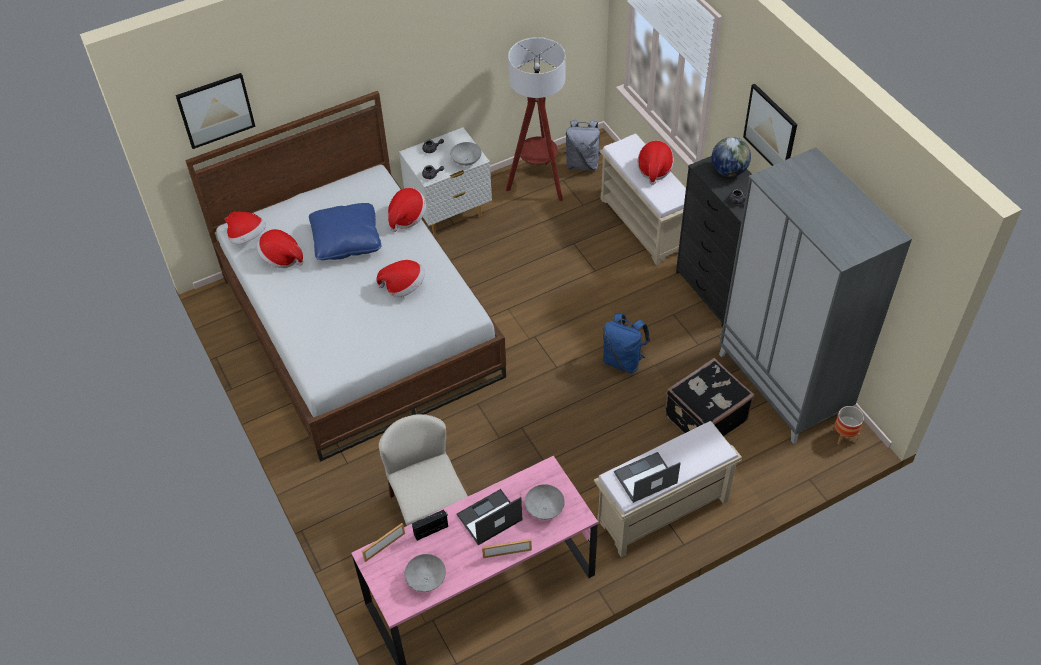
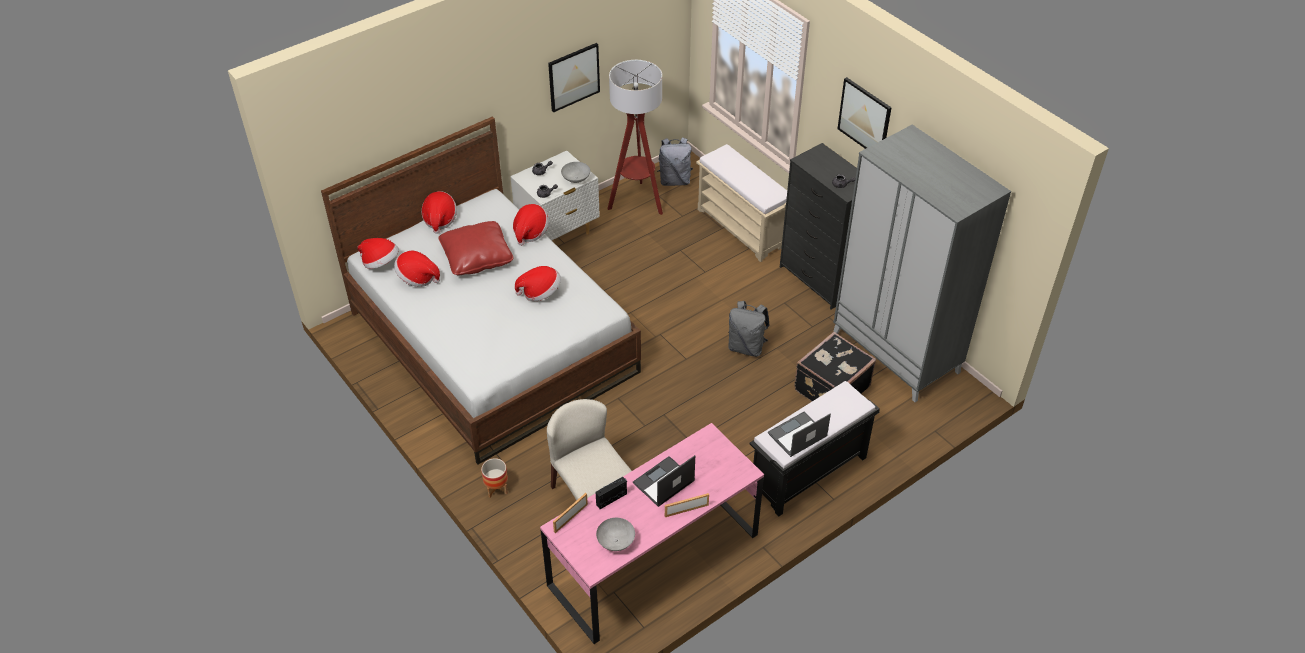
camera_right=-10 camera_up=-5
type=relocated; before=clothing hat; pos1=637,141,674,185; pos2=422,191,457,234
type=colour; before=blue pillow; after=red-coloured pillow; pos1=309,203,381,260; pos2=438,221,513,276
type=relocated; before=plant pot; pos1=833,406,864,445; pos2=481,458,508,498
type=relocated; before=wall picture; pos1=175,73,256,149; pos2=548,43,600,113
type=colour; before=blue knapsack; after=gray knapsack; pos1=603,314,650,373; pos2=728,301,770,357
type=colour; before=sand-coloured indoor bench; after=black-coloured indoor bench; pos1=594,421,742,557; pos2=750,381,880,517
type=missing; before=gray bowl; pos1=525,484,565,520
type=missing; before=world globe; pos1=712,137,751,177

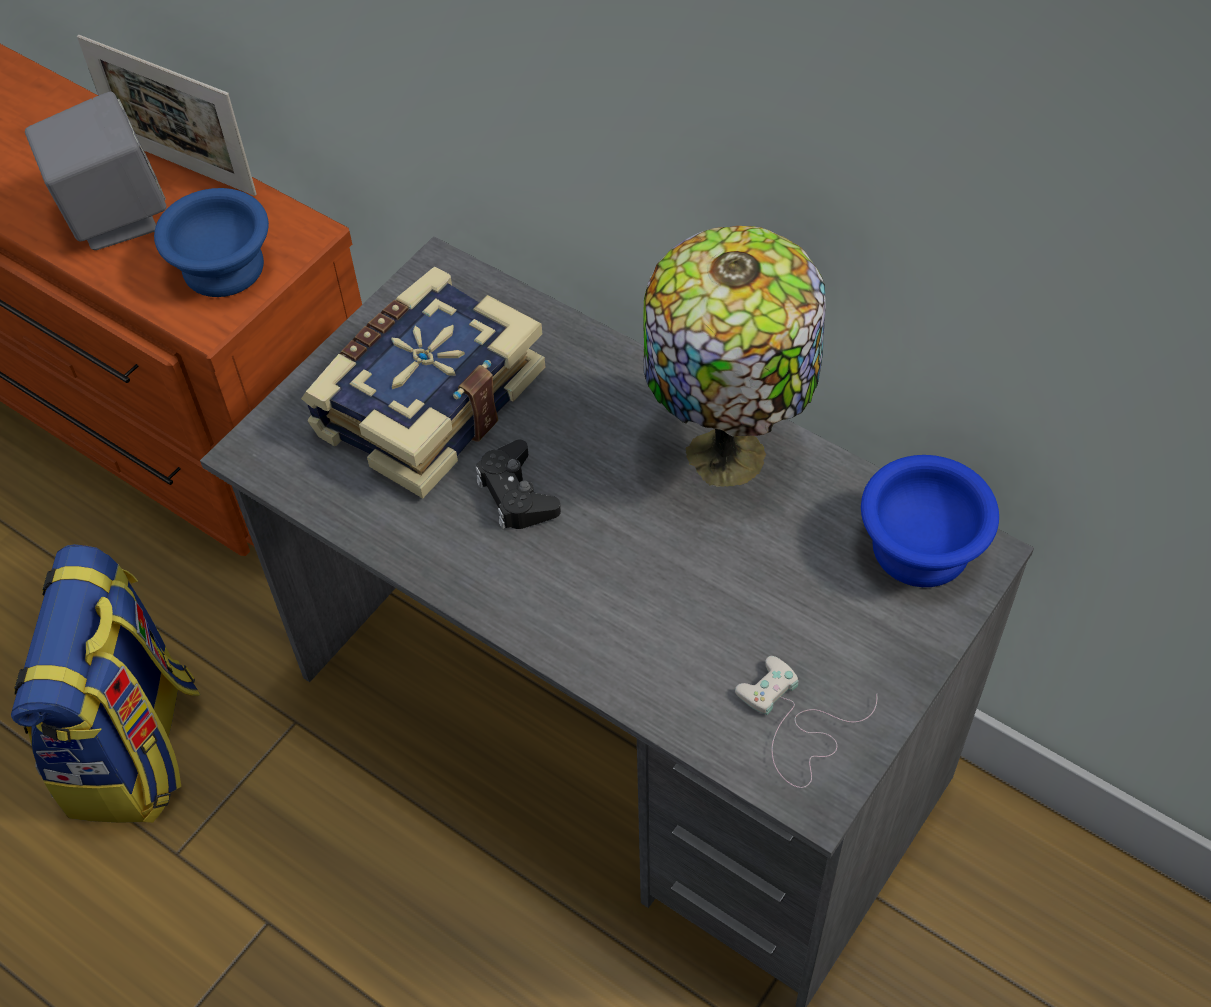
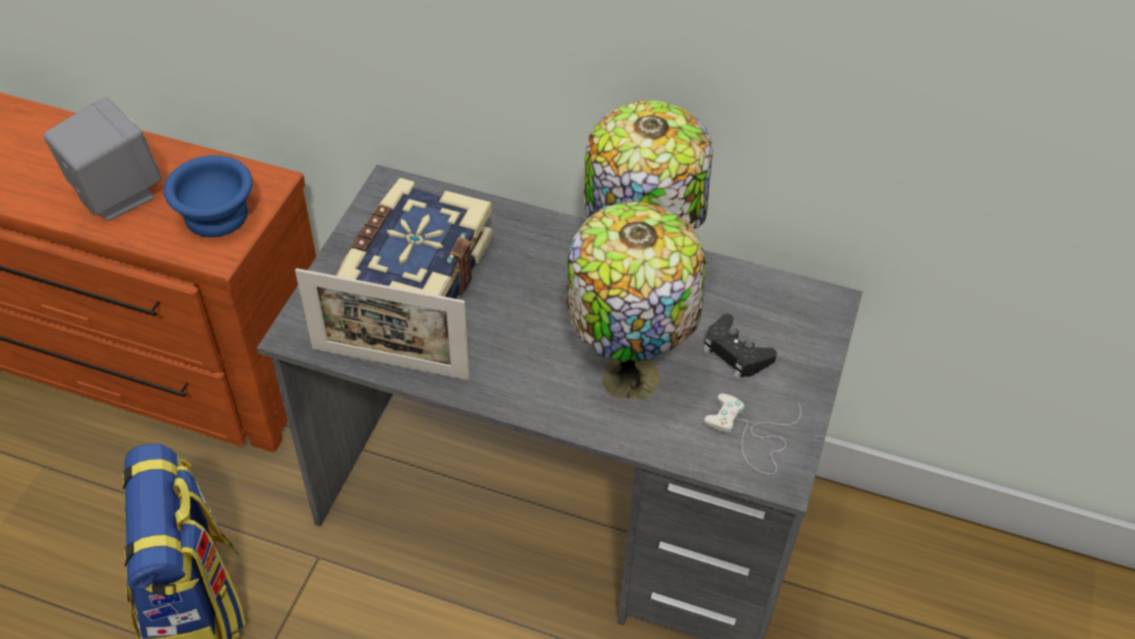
camera_right=-20 camera_up=-5
type=relocated; before=standing frame; pos1=77,35,257,196; pos2=295,268,470,380
type=appeared; after=lamp for a table; pos2=566,201,706,400
type=relocated; before=black-coloured joypad; pos1=476,440,561,529; pos2=703,314,777,379
type=missing; before=blue bowl; pos1=861,455,999,587

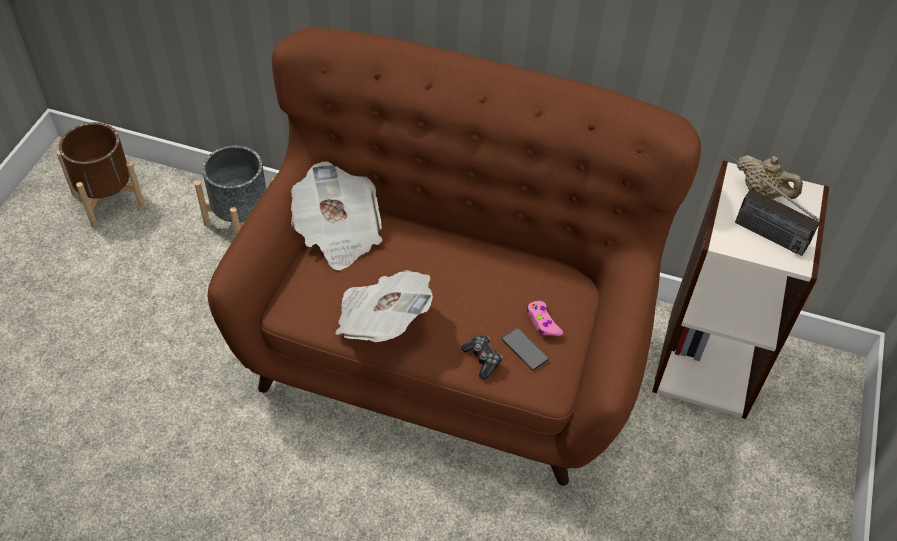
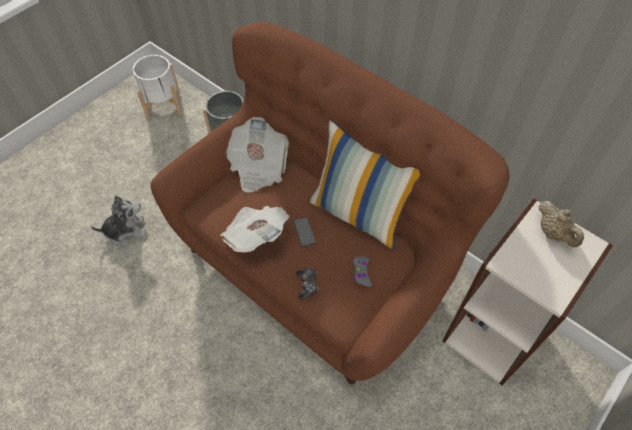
camera_right=25 camera_up=5
type=appeared; after=cuddly toy; pos2=91,196,147,245
type=colour; before=brownish plant pot; after=white plant pot; pos1=56,122,145,228; pos2=133,55,182,120
type=relocated; before=telephone; pos1=502,328,549,370; pos2=293,217,316,247
type=appeared; after=pillow; pos2=310,120,420,249
type=colour; before=pink-coloured joypad; after=gray joypad; pos1=527,301,563,336; pos2=353,256,372,287
type=missing; before=radio set; pos1=721,149,820,256

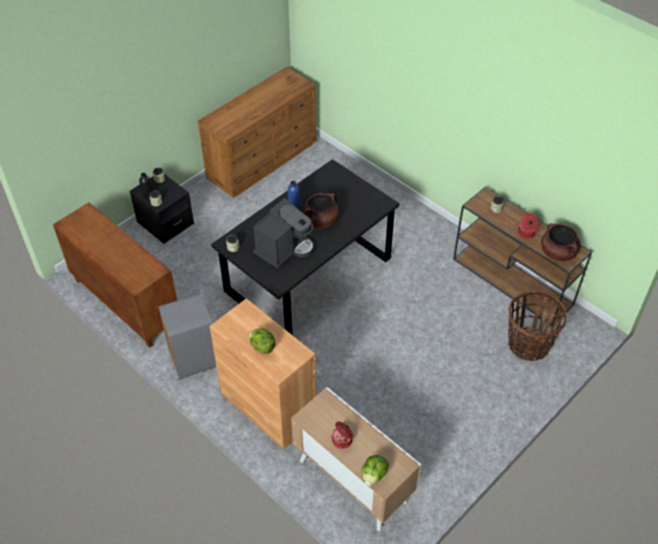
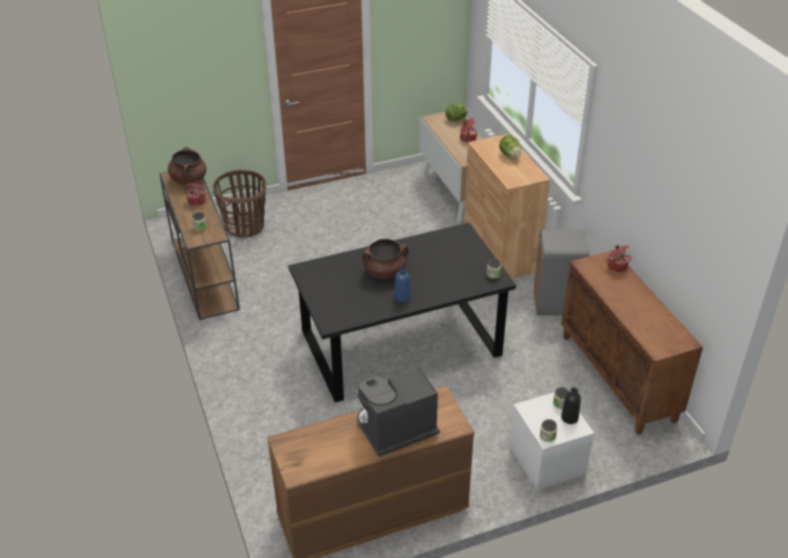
camera_right=-155 camera_up=-10
type=relocated; before=coffee maker; pos1=253,198,314,269; pos2=356,367,440,457
type=colour; before=black-coloured bedside table; after=white bedside table; pos1=130,174,194,244; pos2=509,392,594,491
type=appeared; after=saucepot; pos2=605,245,632,272

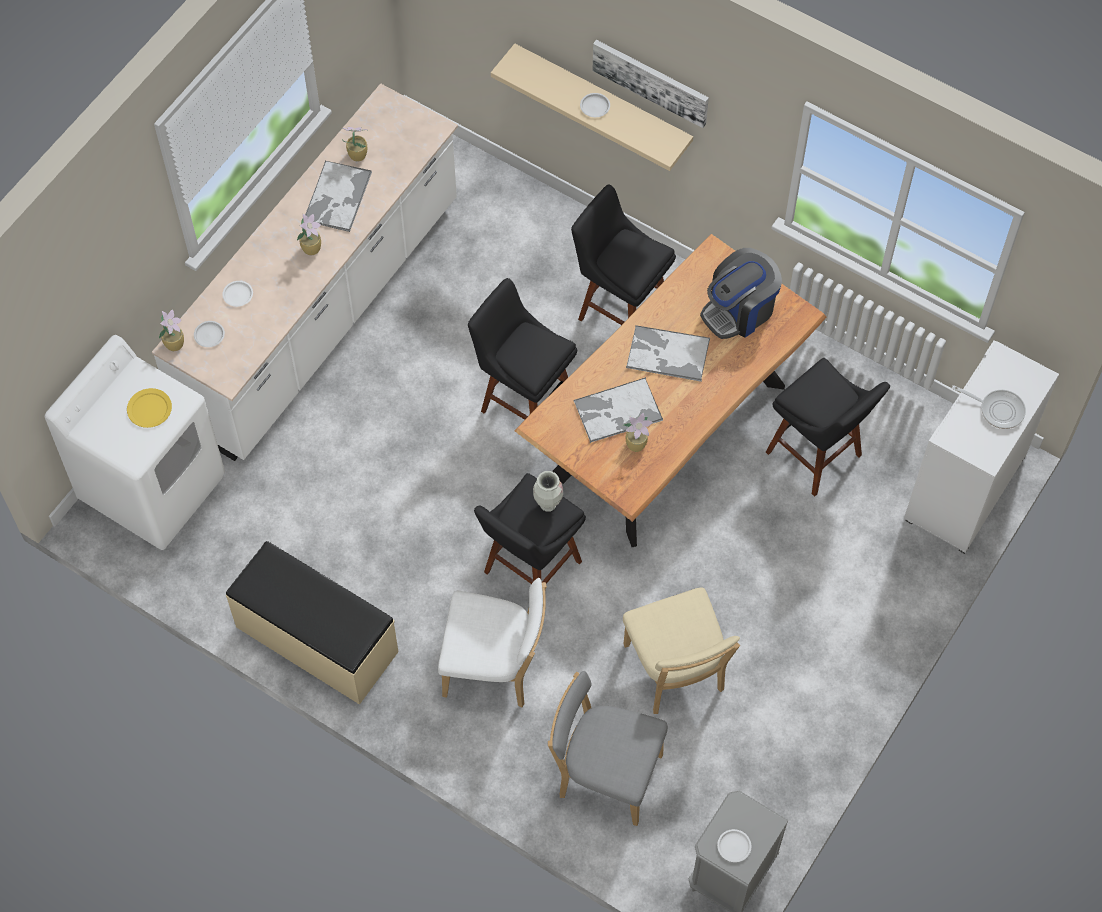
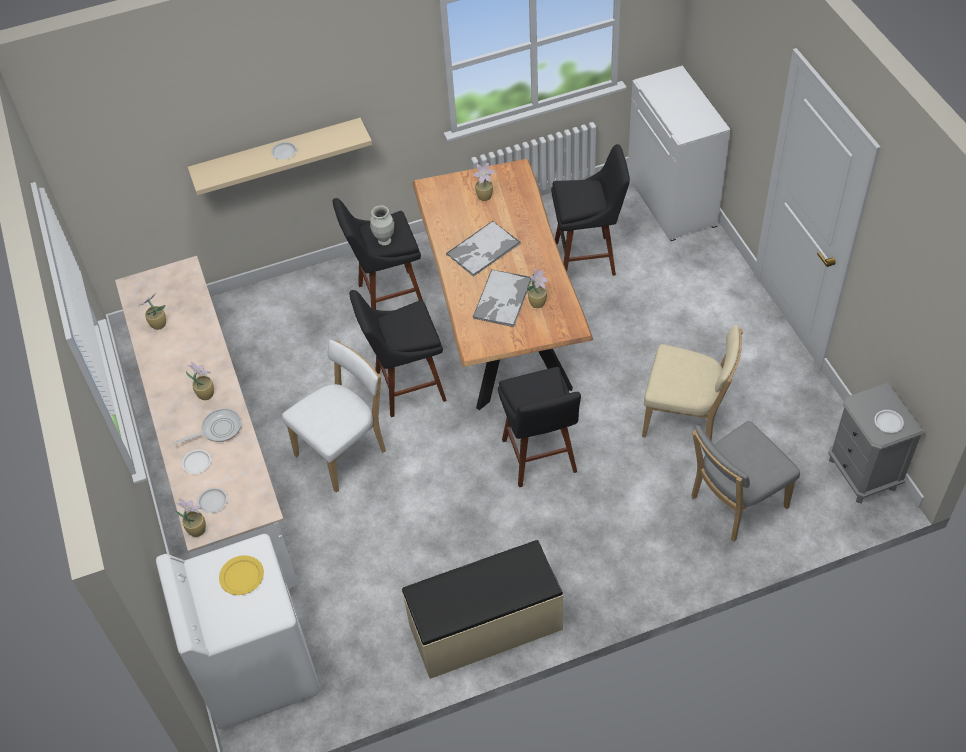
camera_right=-50 camera_up=-10
type=relocated; before=skillet; pos1=952,385,1026,429; pos2=173,408,242,445
type=relocated; before=white plain chair; pos1=438,578,547,707; pos2=282,340,386,493
type=relocated; before=decorative vase; pos1=533,471,563,512; pos2=370,206,394,246
type=exchanged; before=coffee maker; after=plant in a pot; pos1=700,248,782,339; pos2=473,163,495,201
type=missing; before=serving tray; pos1=305,160,372,232
type=missing; before=wall picture; pos1=592,40,709,128

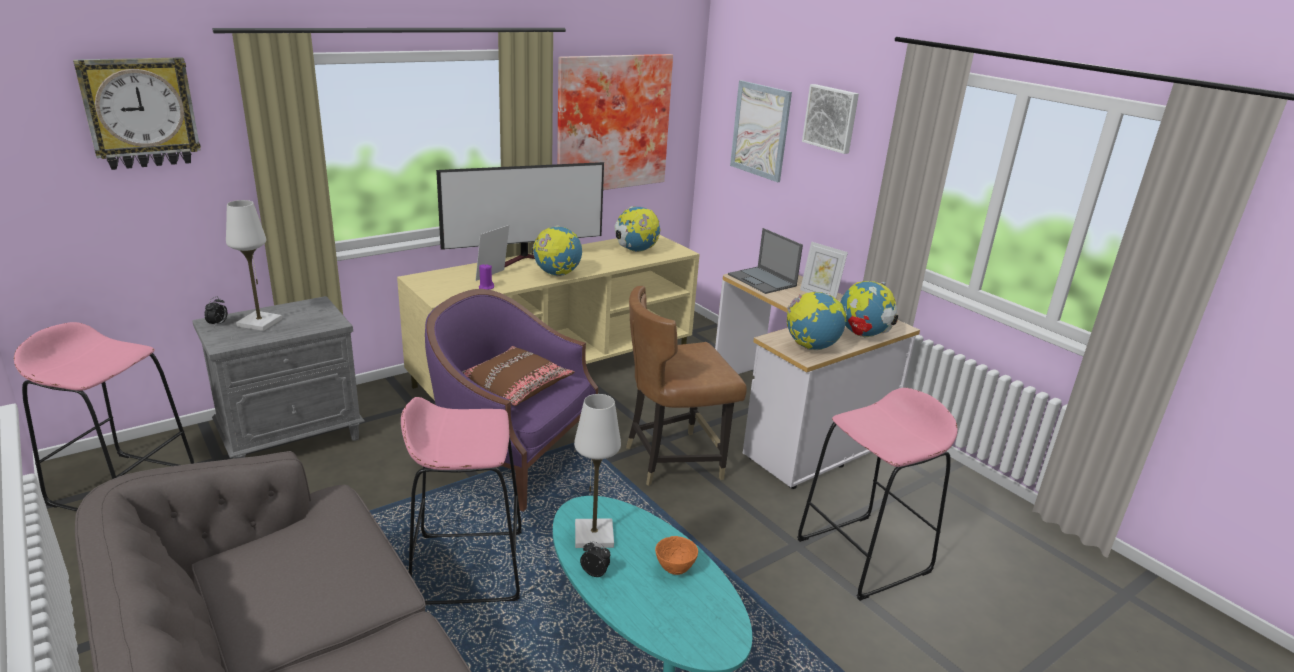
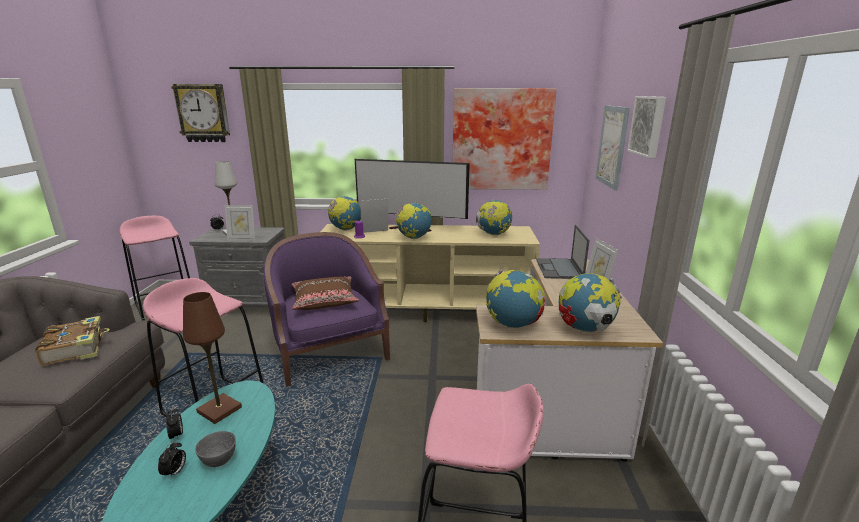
camera_right=40 camera_up=-5
type=appeared; after=book; pos2=35,316,110,366
type=appeared; after=table clock; pos2=158,441,186,478
type=colour; before=white lamp for a table; after=brownish lamp for a table; pos1=574,394,621,548; pos2=183,292,242,424
type=colour; before=orangey bowl; after=gray bowl; pos1=655,536,698,575; pos2=195,431,236,467
type=appeared; after=standing frame; pos2=225,205,255,241
type=appeared; after=world globe; pos2=328,196,361,231
type=missing; before=brownish plain chair; pos1=626,286,747,486

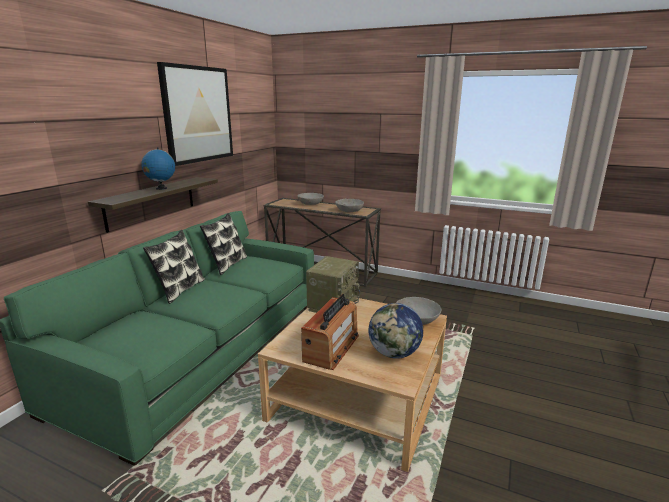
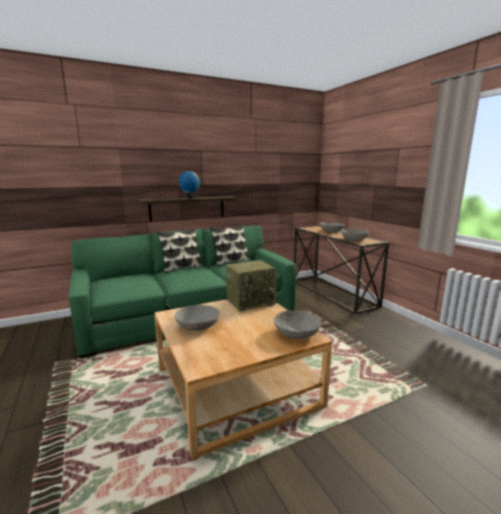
camera_right=40 camera_up=-5
type=exchanged; before=radio set; after=gray bowl; pos1=301,294,359,370; pos2=175,305,220,331
type=missing; before=wall picture; pos1=157,62,233,166
type=missing; before=world globe; pos1=369,303,424,359

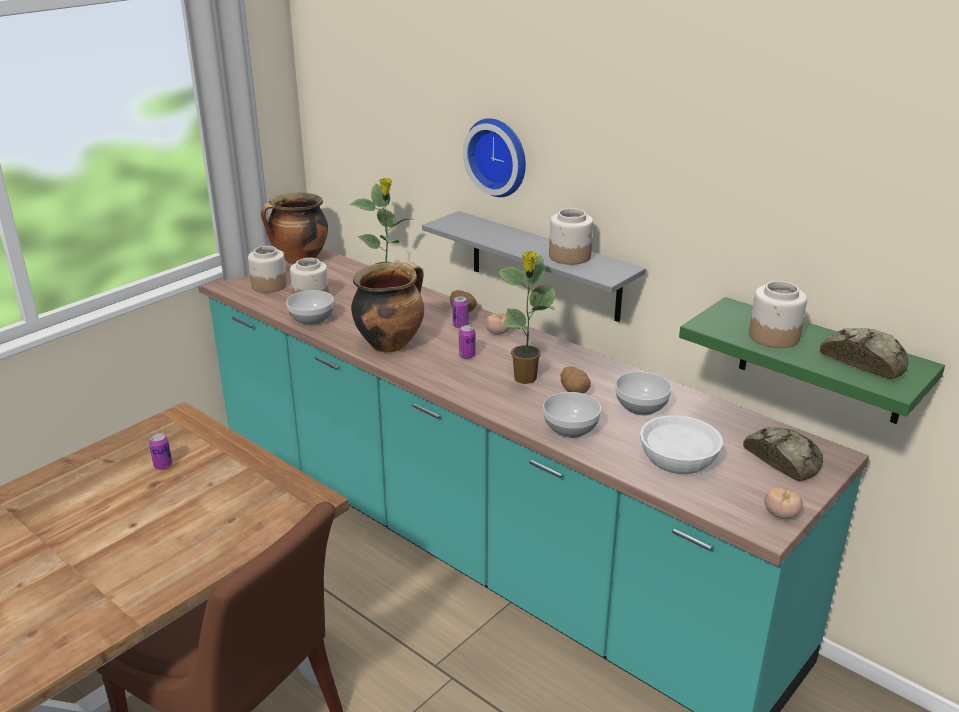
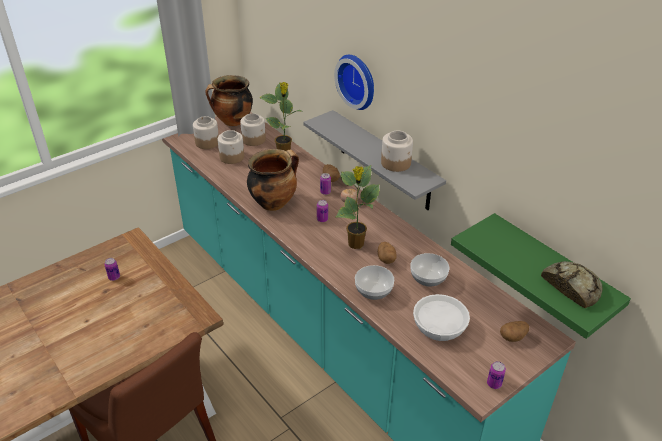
camera_right=10 camera_up=10
type=relocated; before=storage jar; pos1=749,281,807,348; pos2=240,113,266,146
type=exchanged; before=tomato; after=can; pos1=765,488,803,519; pos2=487,361,506,389
type=exchanged; before=bakery bread; after=whole potato; pos1=743,427,823,481; pos2=500,321,529,342
type=missing; before=bowl; pos1=286,290,334,325

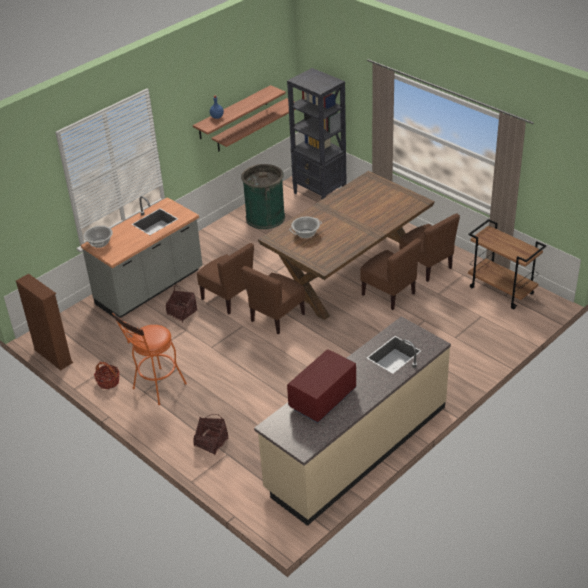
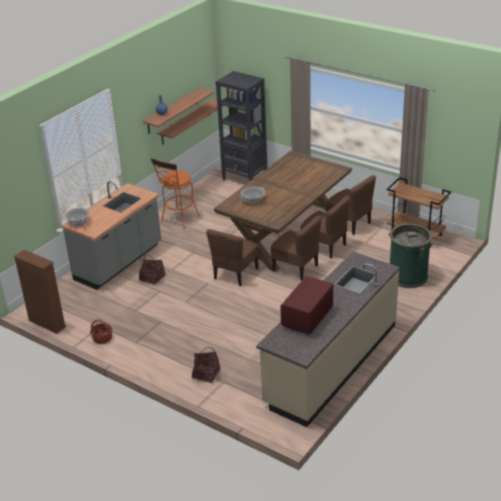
camera_right=-10 camera_up=-5
type=relocated; before=orangey stool seat; pos1=112,312,187,405; pos2=150,158,200,229
type=relocated; before=brownish plain chair; pos1=197,243,254,314; pos2=271,216,322,281
type=relocated; before=green-coloured rubbish bin; pos1=241,164,285,229; pos2=390,224,432,288

